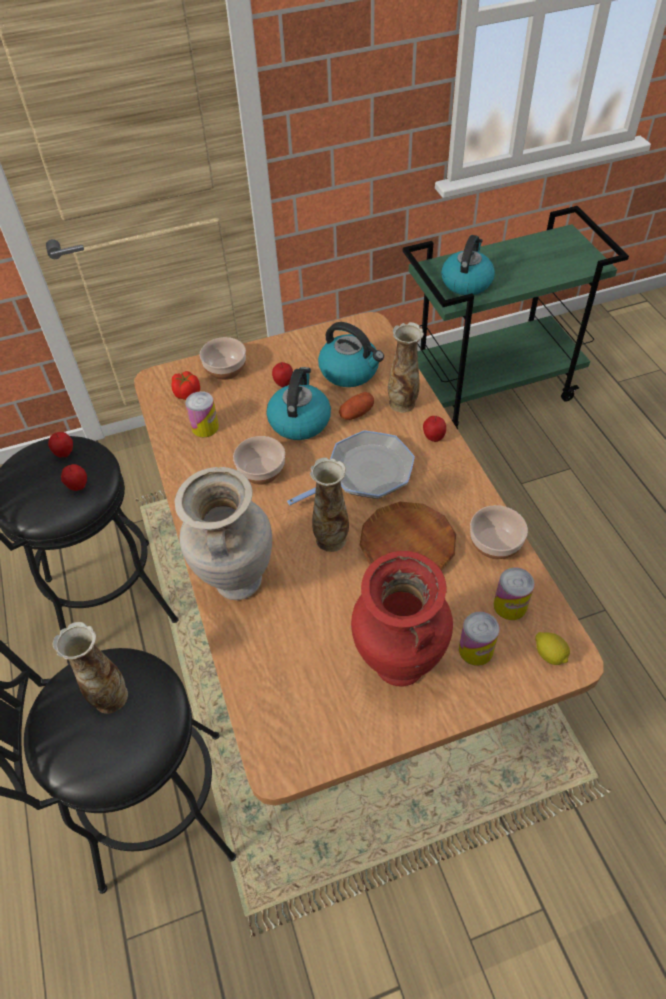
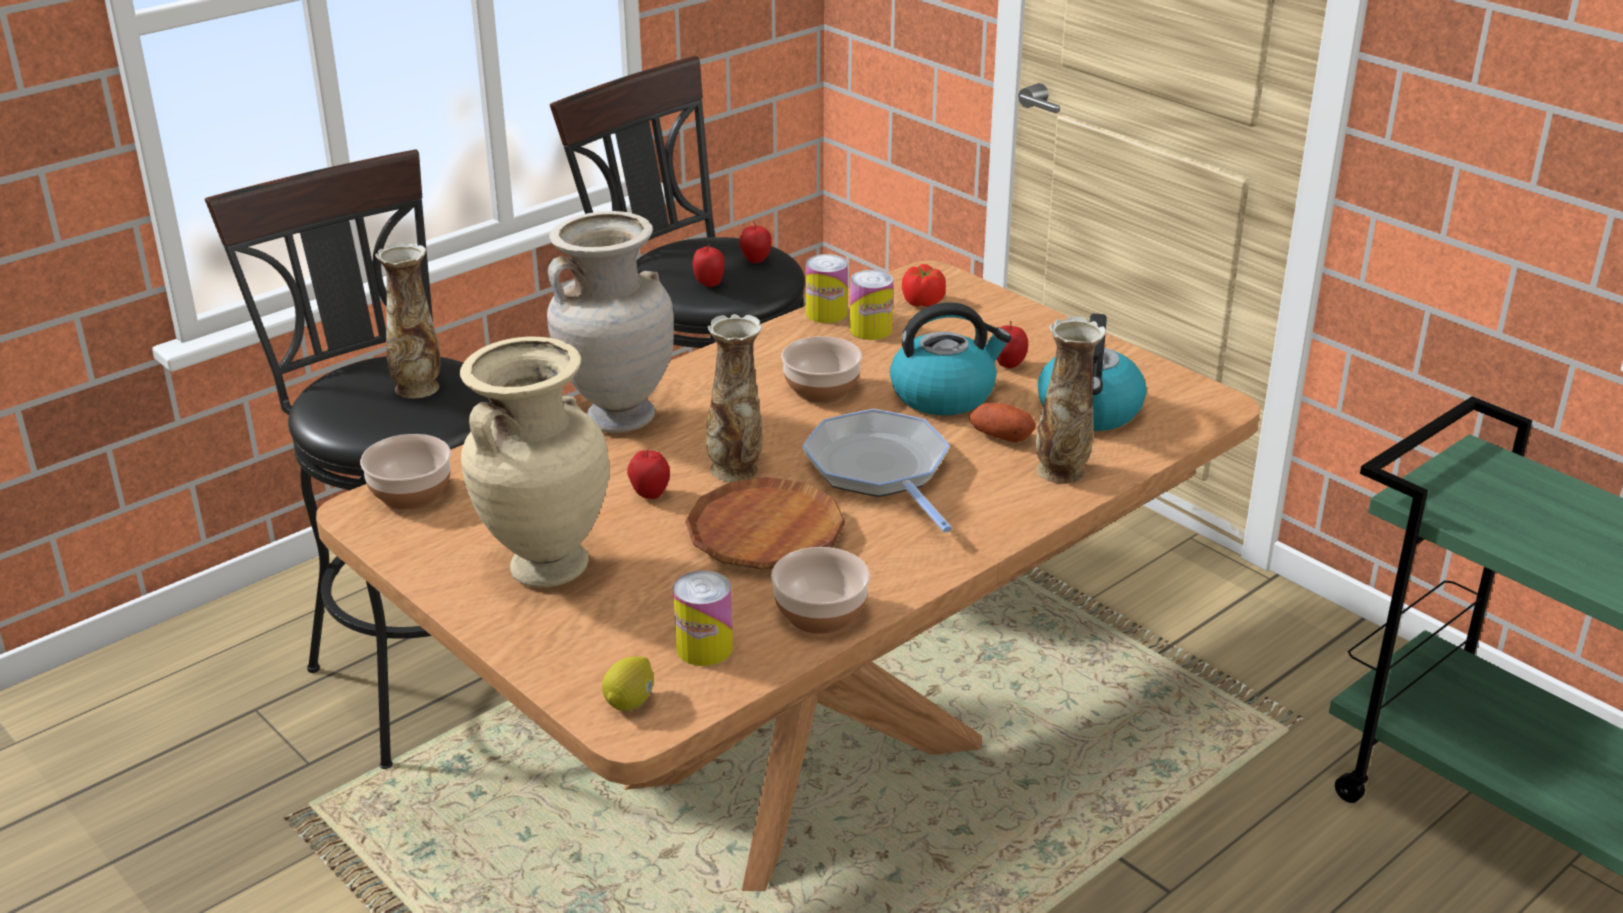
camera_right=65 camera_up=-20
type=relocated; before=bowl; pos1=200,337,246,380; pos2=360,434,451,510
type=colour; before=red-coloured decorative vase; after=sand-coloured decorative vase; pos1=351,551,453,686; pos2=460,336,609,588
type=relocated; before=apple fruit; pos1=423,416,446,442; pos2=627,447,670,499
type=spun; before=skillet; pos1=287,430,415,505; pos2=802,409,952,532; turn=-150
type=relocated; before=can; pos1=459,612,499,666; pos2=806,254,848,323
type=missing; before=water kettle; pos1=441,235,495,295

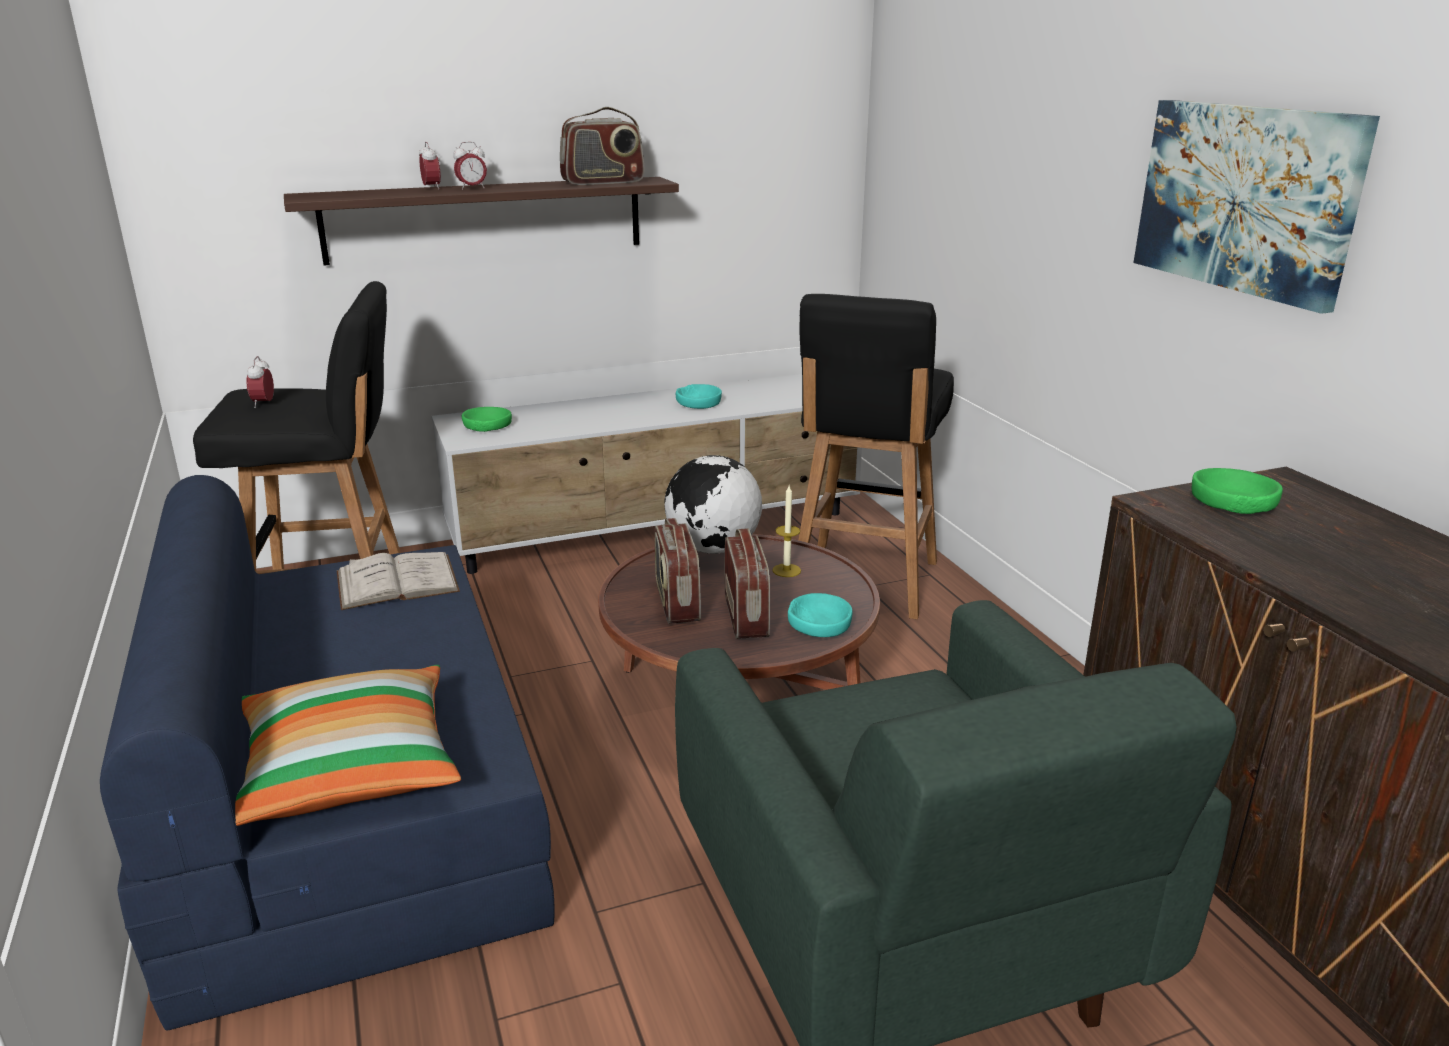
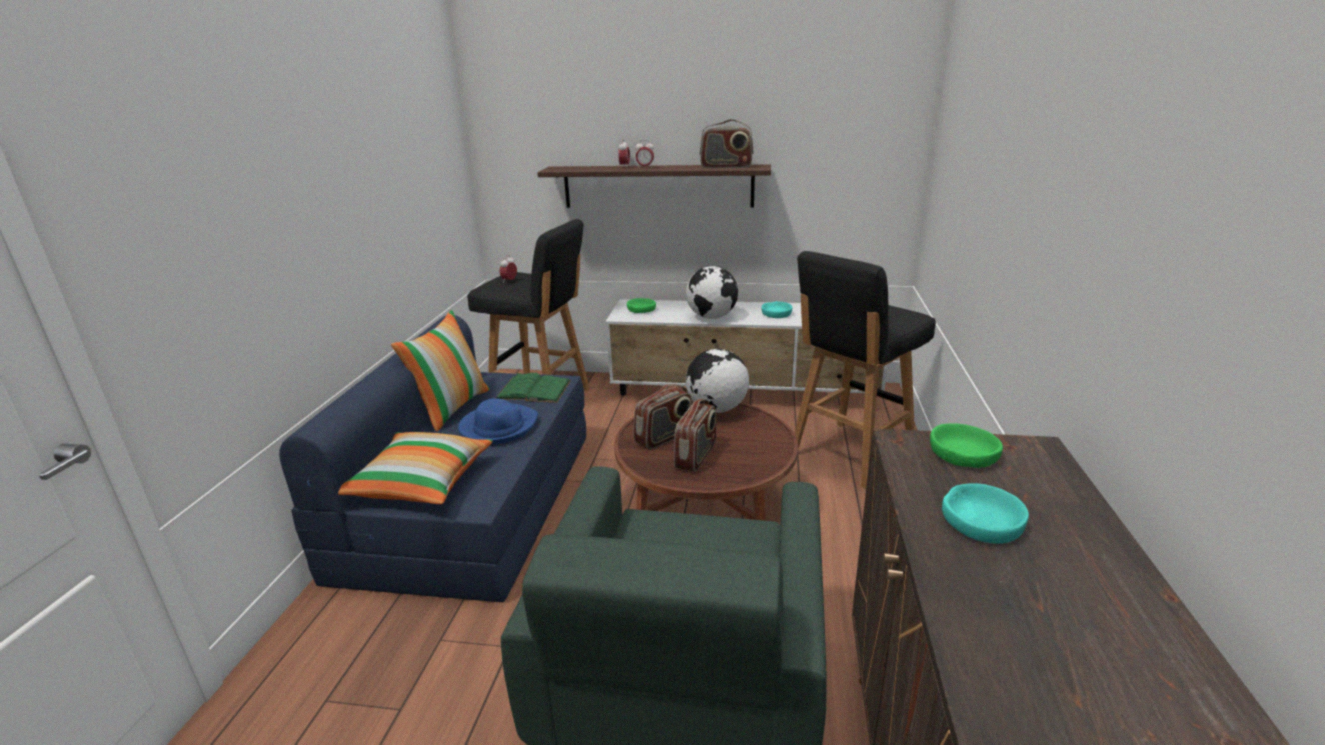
camera_right=30 camera_up=0
type=appeared; after=pillow; pos2=391,310,490,432
type=appeared; after=blue clothing hat; pos2=458,398,538,445
type=colour; before=white book; after=green-coloured book; pos1=337,552,460,610; pos2=496,373,571,403
type=spun; before=radio set; pos1=655,518,701,624; pos2=633,384,692,449; turn=-150
type=appeared; after=world globe; pos2=686,266,738,319
type=relocated; before=turquoise bowl; pos1=788,593,852,637; pos2=942,483,1029,544
type=missing; before=candle; pos1=772,486,801,577
type=missing; before=wall picture; pos1=1134,100,1380,314

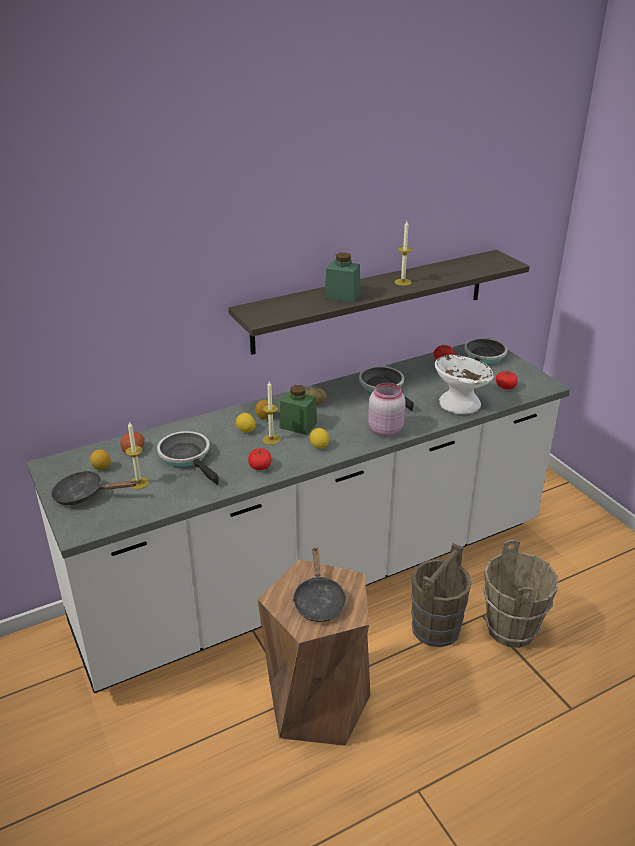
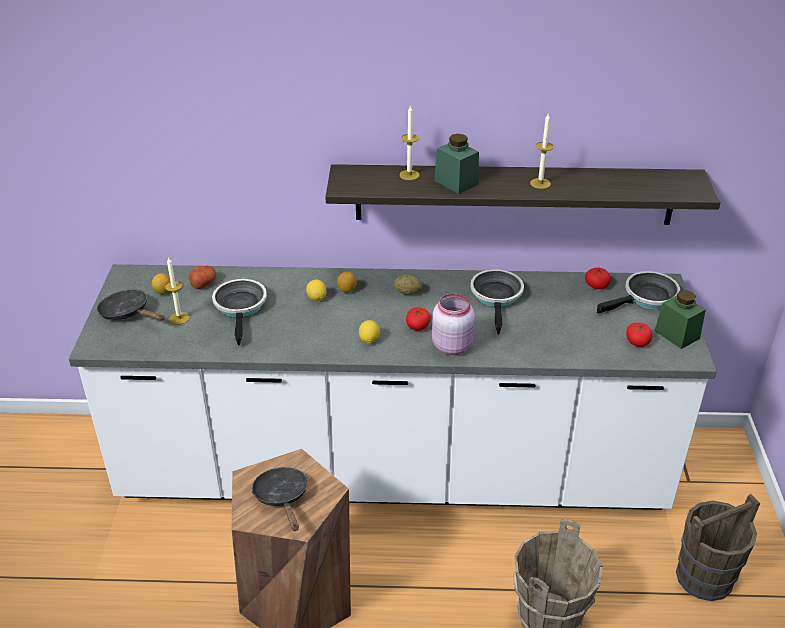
camera_right=30 camera_up=5
type=spun; before=black-coloured skillet; pos1=292,548,347,622; pos2=252,467,308,531; turn=135
type=relocated; before=candle; pos1=262,381,281,445; pos2=399,106,420,180
type=relocated; before=tomato; pos1=248,448,271,470; pos2=406,307,431,331
type=relocated; before=green-coloured storage jar; pos1=280,385,317,435; pos2=655,290,706,349
type=relocated; before=brownish water bucket; pos1=411,543,472,647; pos2=676,494,760,601
type=missing; before=white bowl; pos1=435,354,494,415

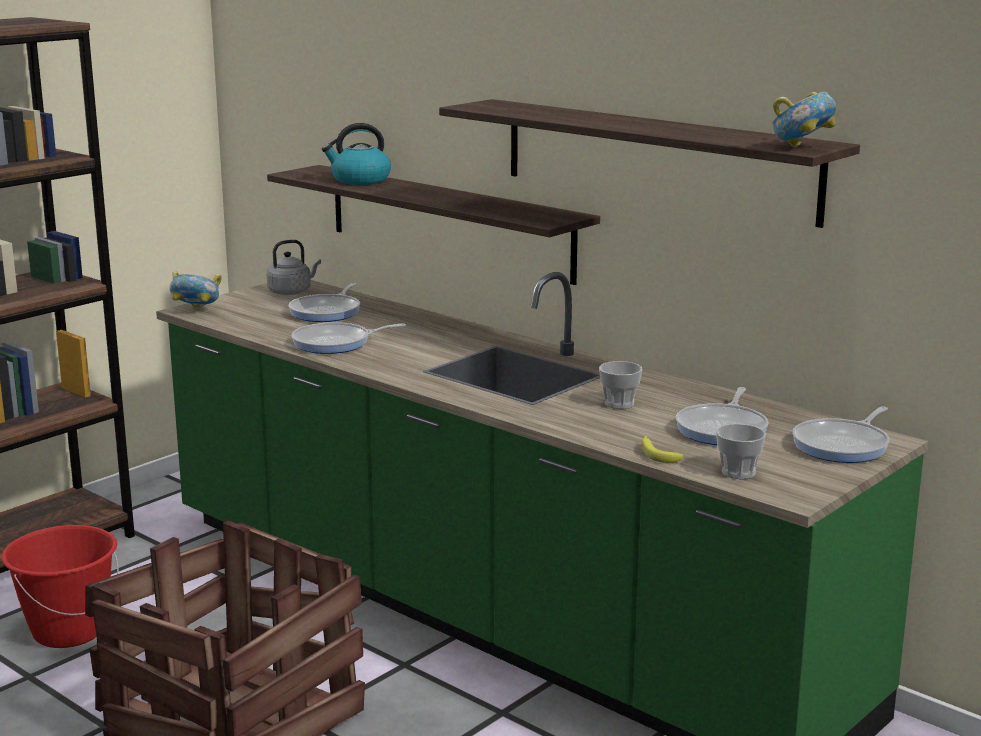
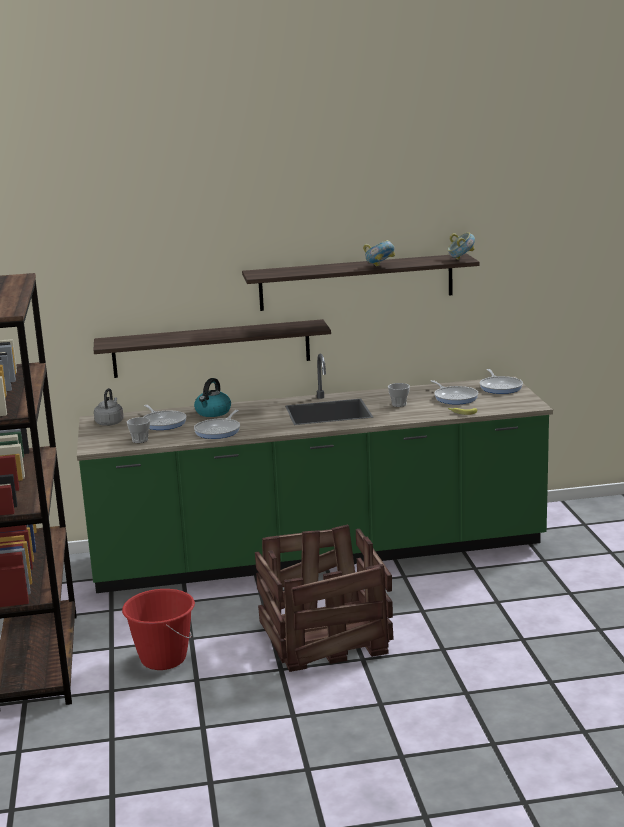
camera_right=-50 camera_up=0
type=relocated; before=small cup; pos1=716,424,766,479; pos2=127,417,150,443
type=relocated; before=water kettle; pos1=322,123,391,185; pos2=194,378,231,417
type=relocated; before=bowl; pos1=169,271,222,310; pos2=363,240,395,266

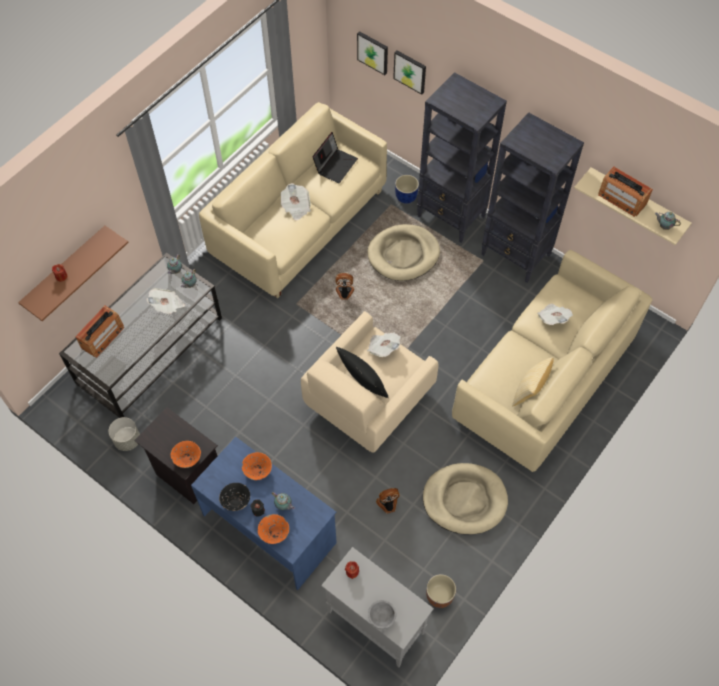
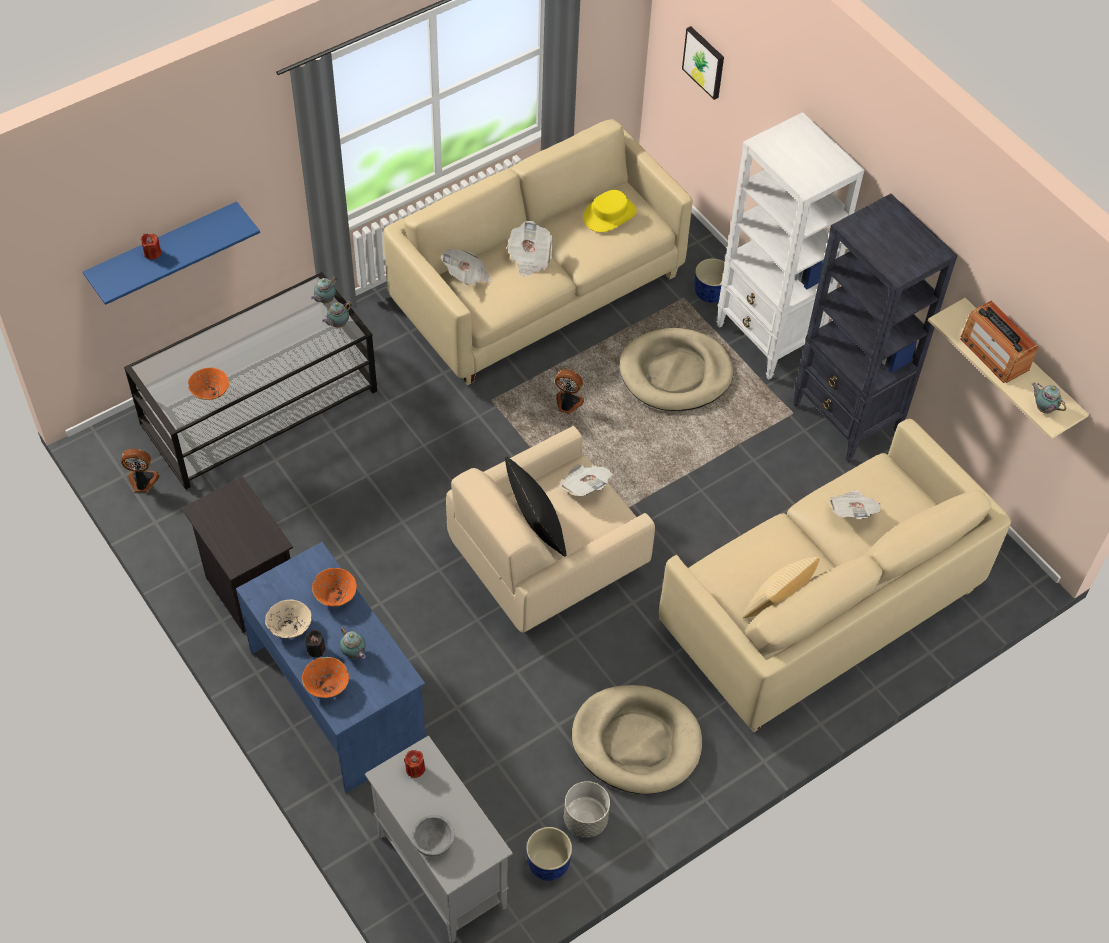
camera_right=15 camera_up=-5
type=colour; before=brownish wall shelf; after=blue wall shelf; pos1=18,226,129,321; pos2=83,201,260,305
type=relocated; before=electric fan; pos1=376,488,400,514; pos2=121,449,160,492
type=relocated; before=orangey bowl; pos1=171,441,201,468; pos2=188,368,229,400
type=colour; before=black-coloured bowl; after=sand-coloured bowl; pos1=219,483,250,511; pos2=265,600,311,638
type=relocated; before=printed paper; pos1=146,288,185,314; pos2=441,249,491,285
type=colour; before=brownish plant pot; after=blue plant pot; pos1=426,574,456,608; pos2=526,827,572,881
type=relocated; before=gray plant pot; pos1=109,417,140,451; pos2=564,781,610,838
type=exchanged; before=notebook computer; after=yellow-coloured clothing hat; pos1=313,132,358,183; pos2=583,190,637,232
type=colour; before=black-coloured bookshelf; after=white bookshelf; pos1=417,72,507,243; pos2=717,112,864,379
type=missing; before=radio set; pos1=75,306,124,357
type=missing; before=wall picture; pos1=393,50,426,95

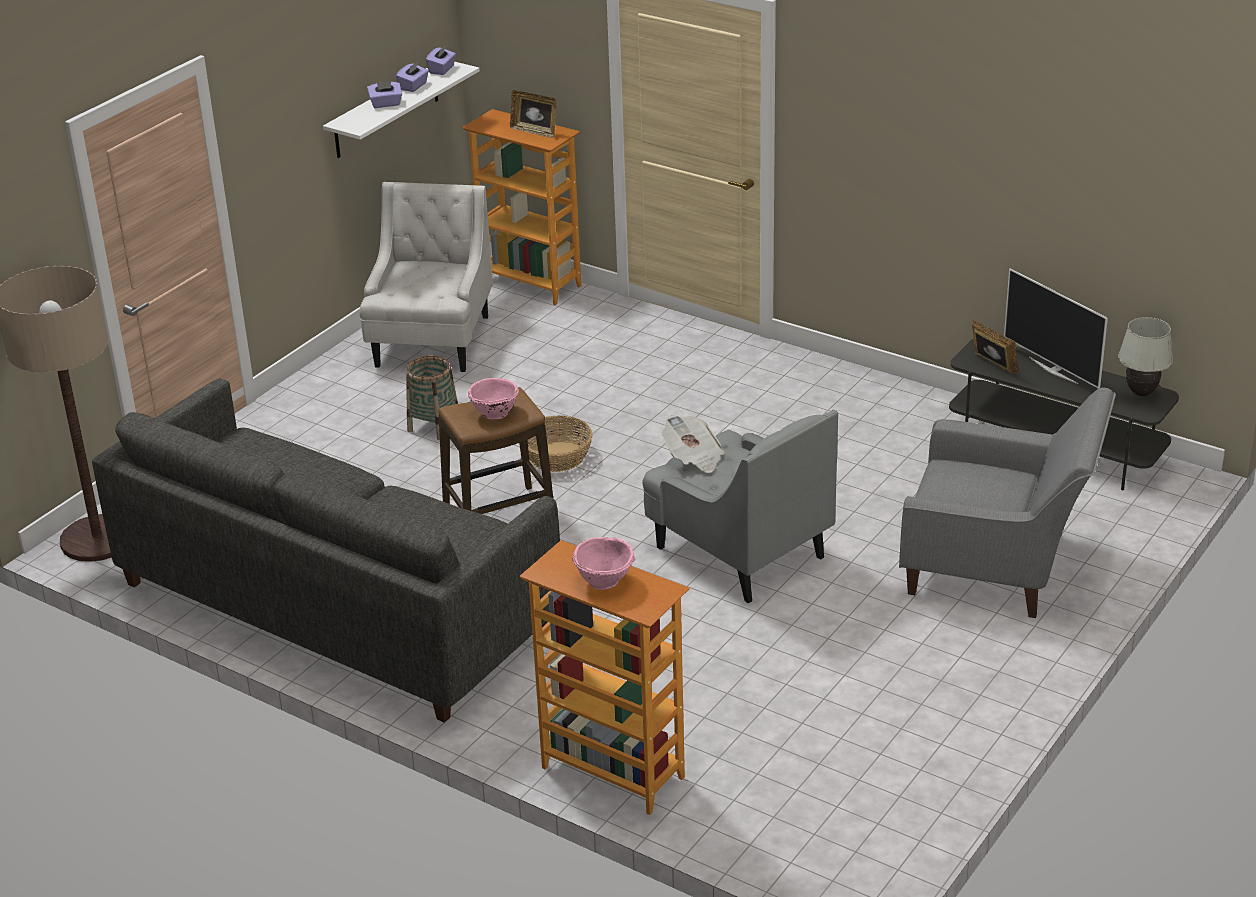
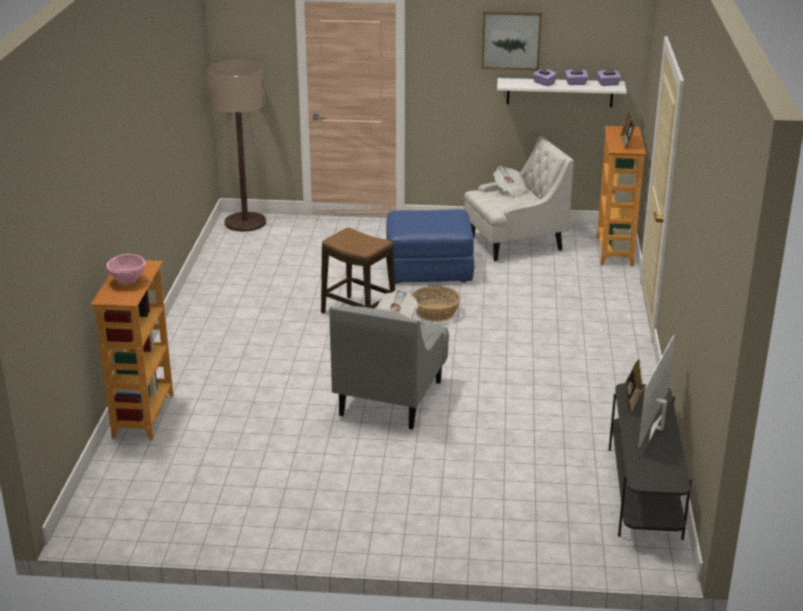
camera_right=60 camera_up=-5
type=exchanged; before=storage basket; after=blue footrest; pos1=406,355,458,440; pos2=386,210,475,284
type=appeared; after=wall picture; pos2=481,11,542,71
type=appeared; after=printed paper; pos2=493,166,528,197
type=missing; before=gray sofa; pos1=92,378,560,723
type=missing; before=pink-coloured bowl; pos1=468,378,519,419
type=missing; before=gray lounge chair; pos1=899,388,1116,618
type=missing; before=white lamp for a table; pos1=1118,317,1173,396

